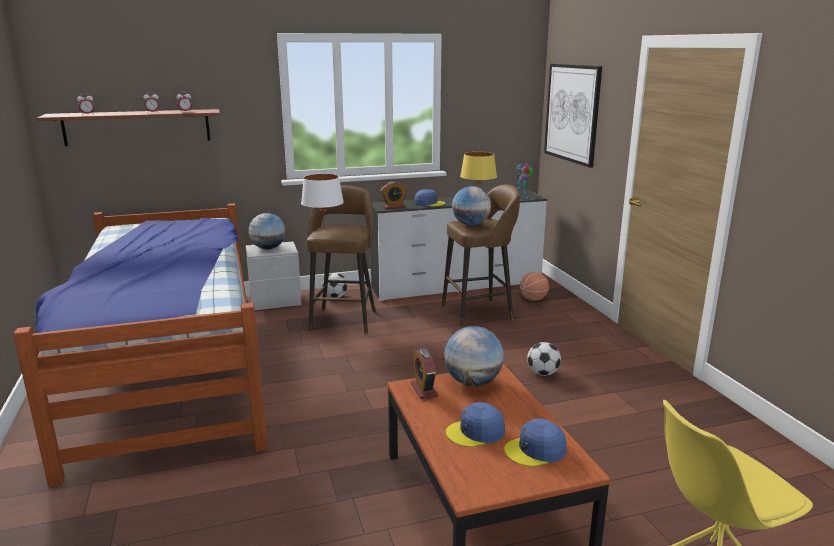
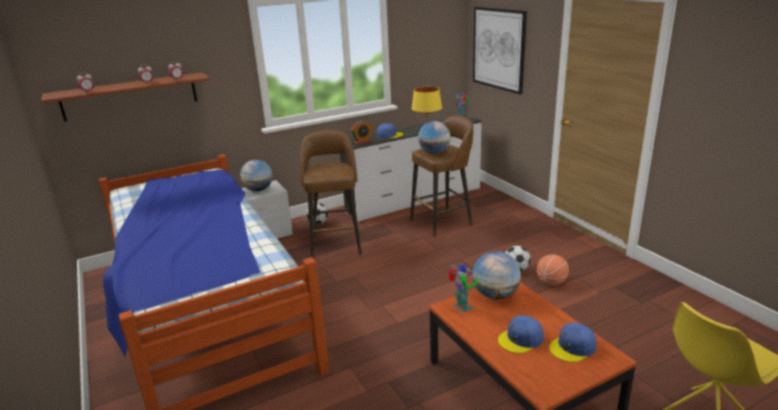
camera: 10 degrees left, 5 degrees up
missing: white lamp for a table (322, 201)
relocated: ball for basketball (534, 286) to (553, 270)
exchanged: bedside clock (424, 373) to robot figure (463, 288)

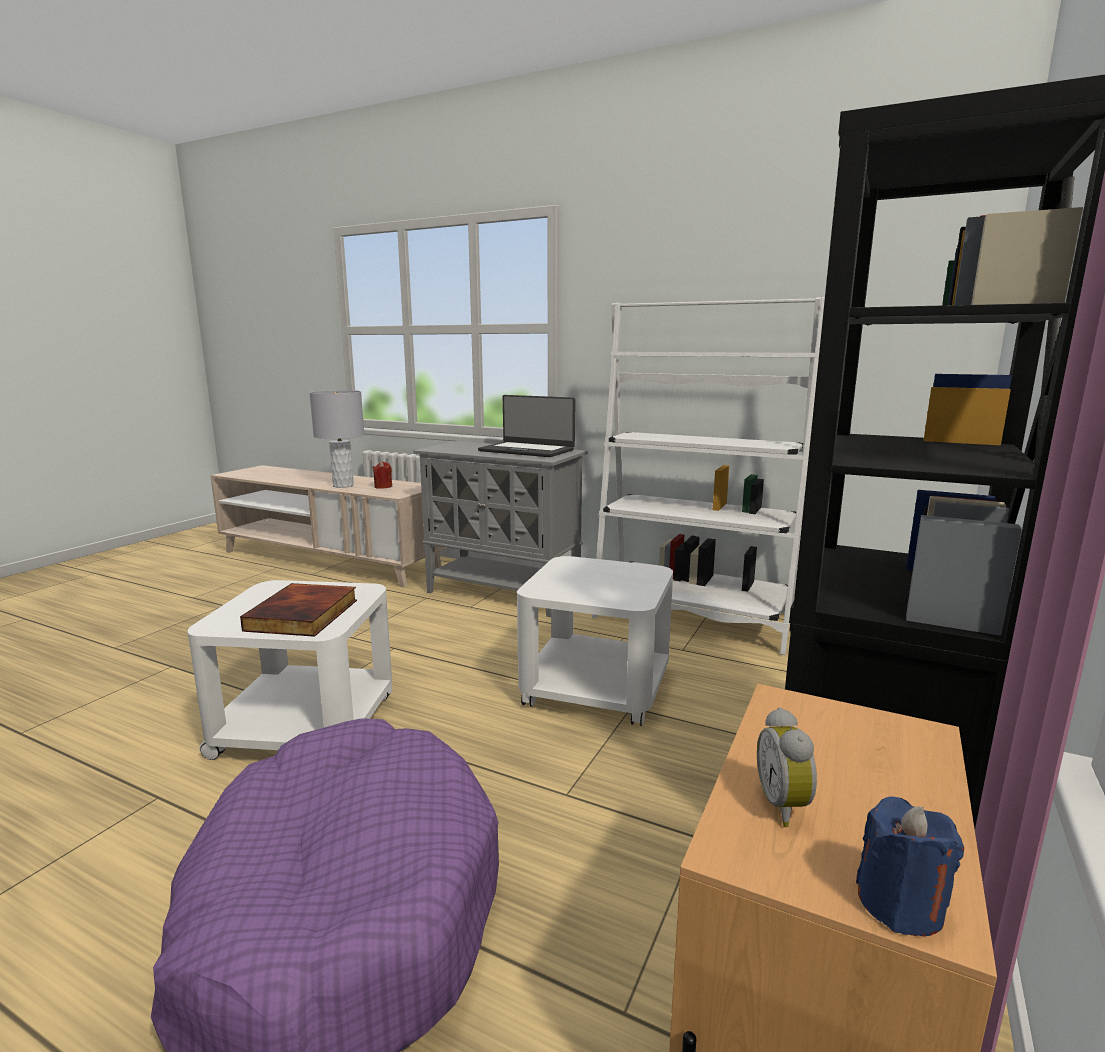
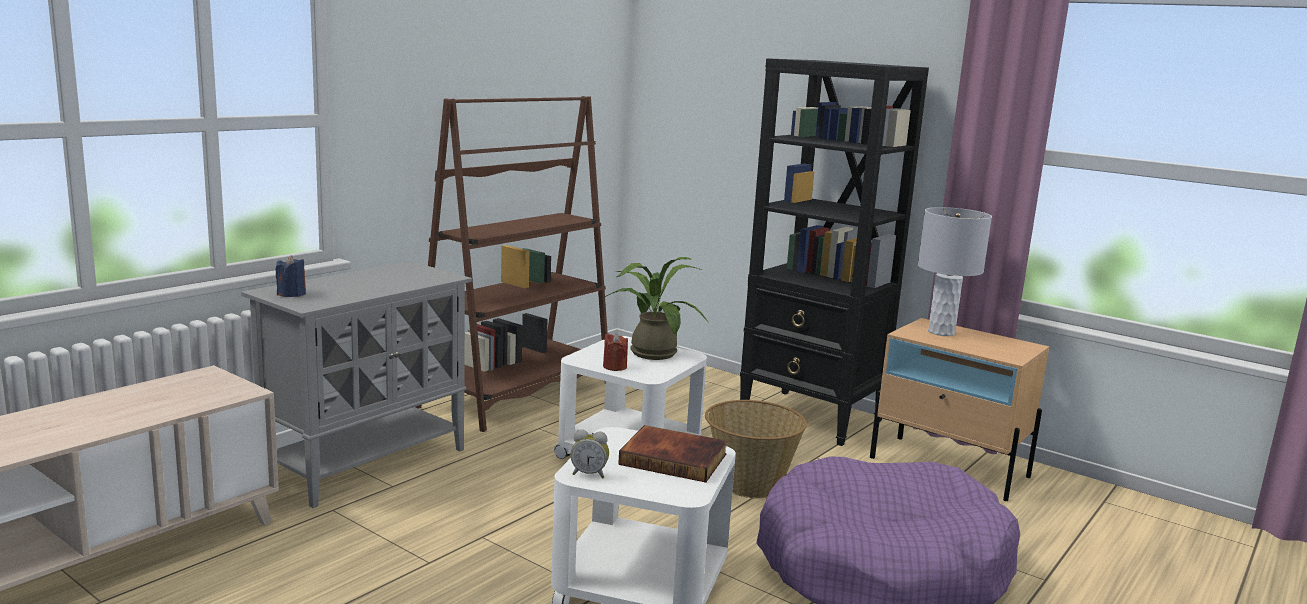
camera: 80 degrees left, 0 degrees up
missing: notebook computer (526, 426)
appeared: potted plant (656, 308); storage basket (756, 449)
relocated: grey lamp for a table (336, 439) to (955, 271); reddish candle (382, 475) to (615, 352); bedside clock (787, 767) to (589, 453); blue-coloured candle (910, 867) to (291, 276)
colour: white bookshelf (708, 476) to brown bookshelf (512, 264)

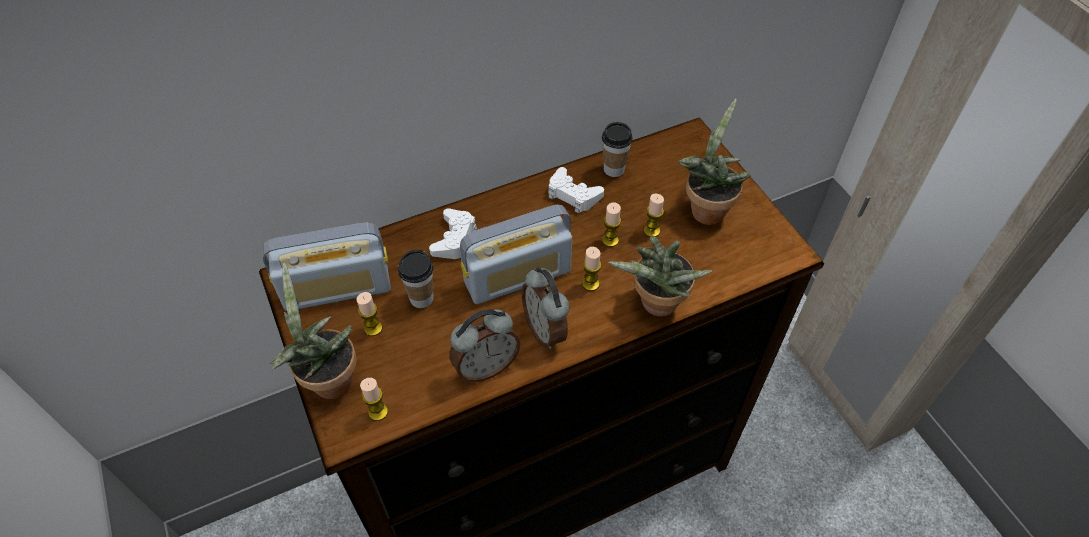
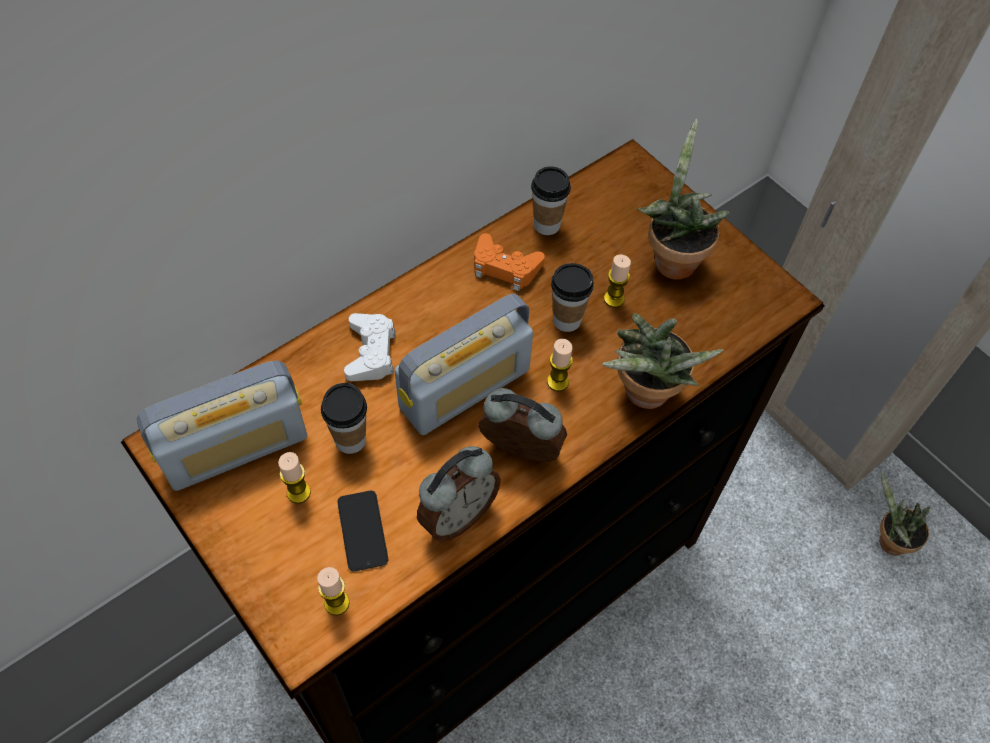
camera: 15 degrees left, 5 degrees up
appeared: handset (362, 531)
relocated: potted plant (313, 331) to (905, 513)
exchanged: candle (611, 225) to cup (572, 297)
colour: white joypad (576, 190) to orange joypad (509, 262)
spun: bedside clock (545, 308) = (522, 425) 150 degrees clockwise

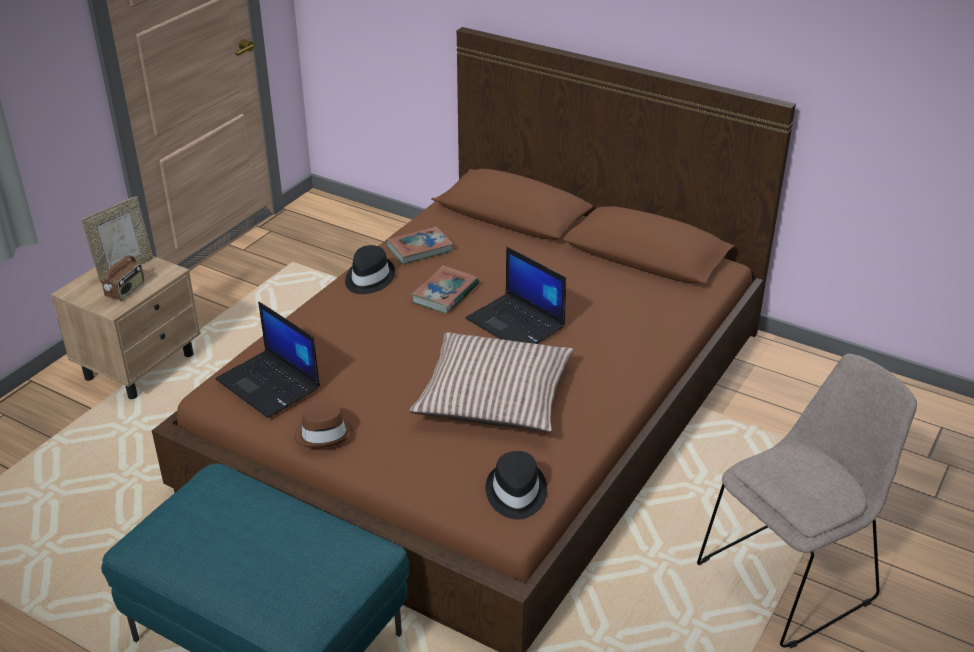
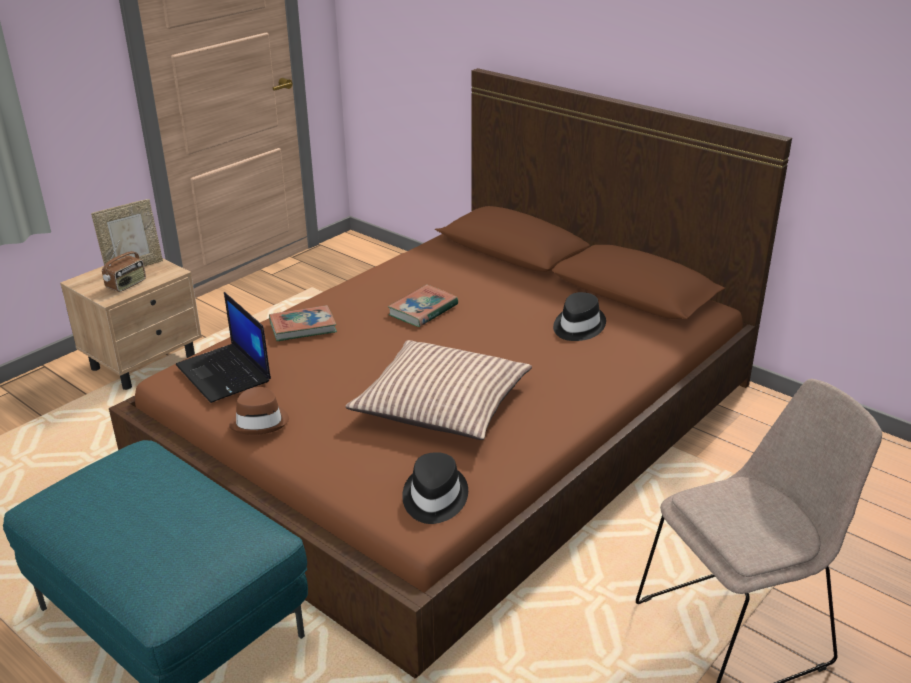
camera: 10 degrees right, 5 degrees down
missing: notebook computer (516, 295)
relocated: volume (419, 245) to (303, 323); blackish hat (370, 269) to (579, 316)

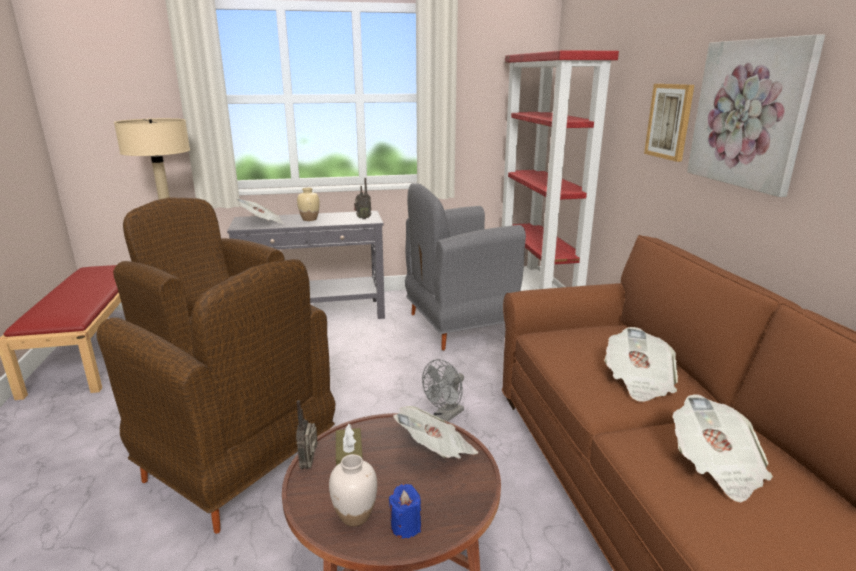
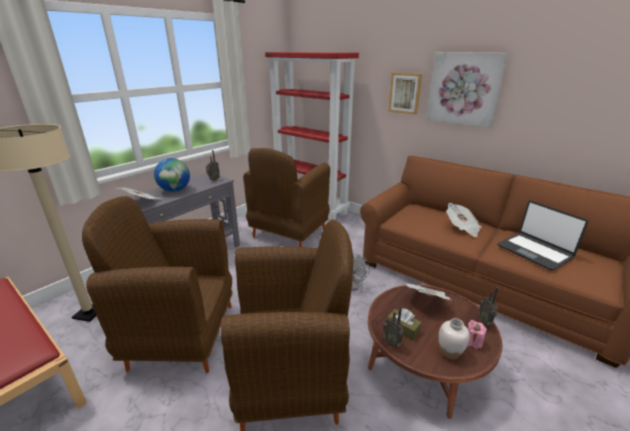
camera: 40 degrees left, 5 degrees up
appeared: radio (488, 306)
exchanged: beige vase (308, 204) to desk globe (172, 175); daily paper (722, 448) to notebook computer (543, 235)
colour: grey armchair (465, 266) to brown armchair (286, 197); blue-coloured candle (405, 511) to pink-coloured candle (477, 334)

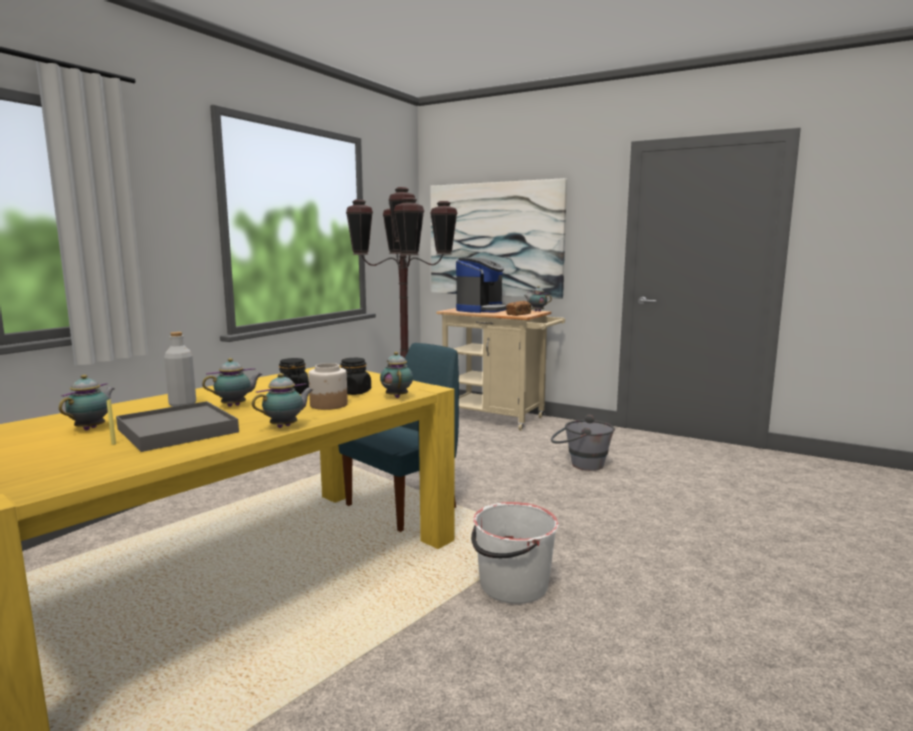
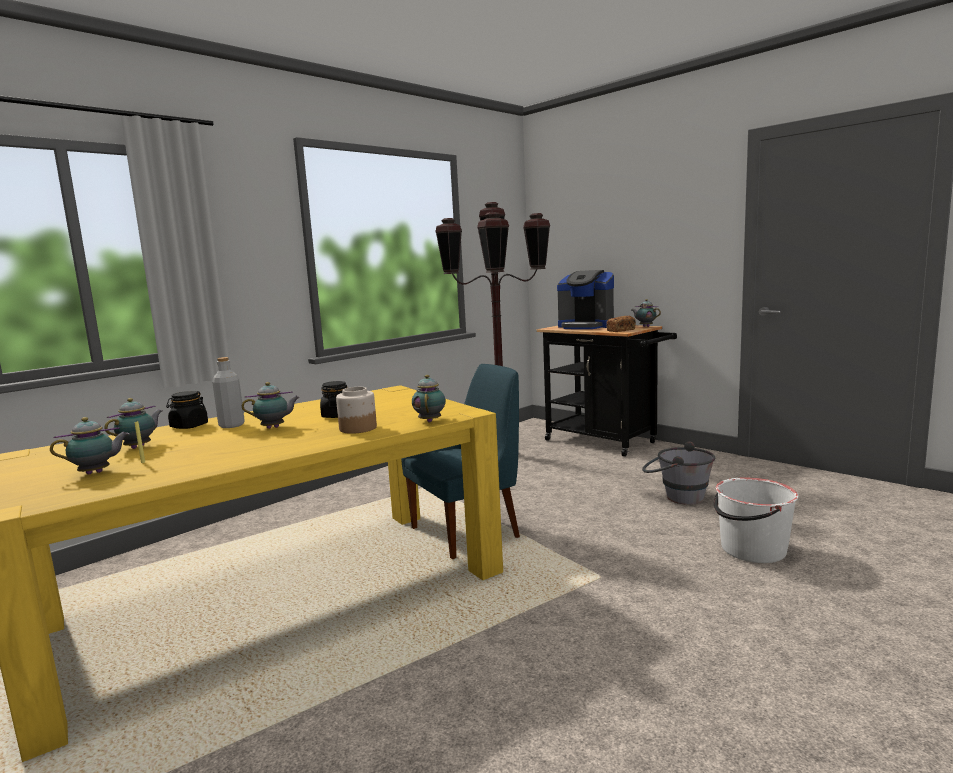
camera: 15 degrees right, 0 degrees up
missing: wall art (499, 238); grey tray (177, 426)
relocated: blackish storage jar (355, 376) to (187, 410); teapot (282, 400) to (89, 445); white water bucket (515, 553) to (756, 520)
colour: beige trolley (500, 369) to blackish trolley (606, 391)
spun: coffee maker (481, 285) = (585, 299) 75 degrees clockwise

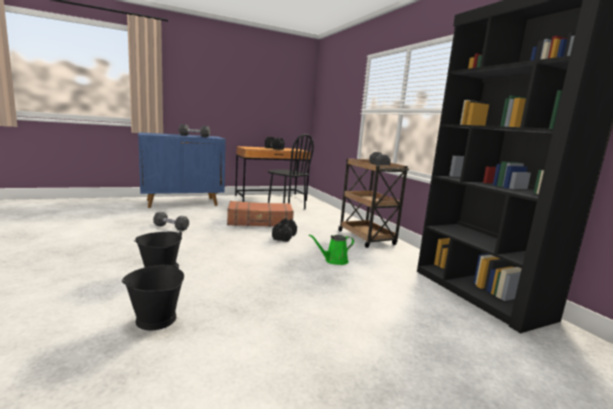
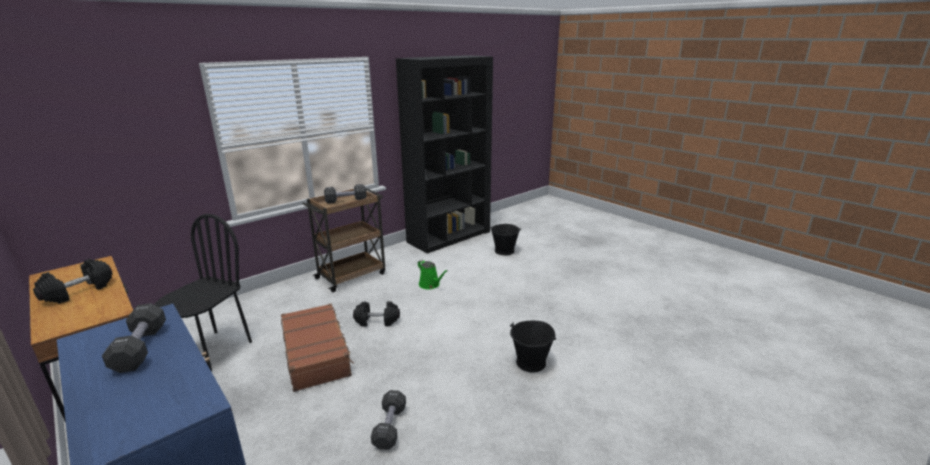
camera: 105 degrees left, 10 degrees up
relocated: blackish water bucket (153, 296) to (505, 239)

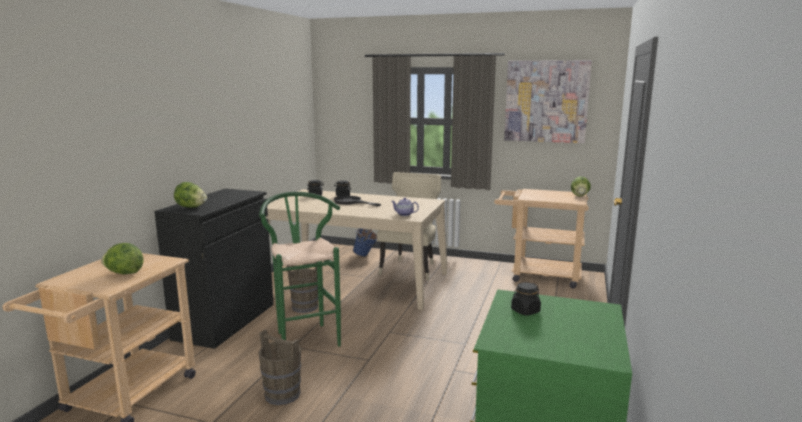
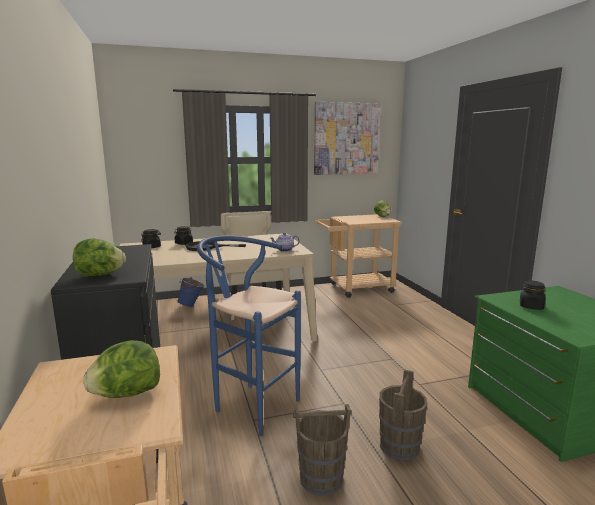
camera: 35 degrees left, 0 degrees up
relocated: brown water bucket (302, 287) to (403, 414)
colour: green sitting stool (300, 269) to blue-coloured sitting stool (249, 336)

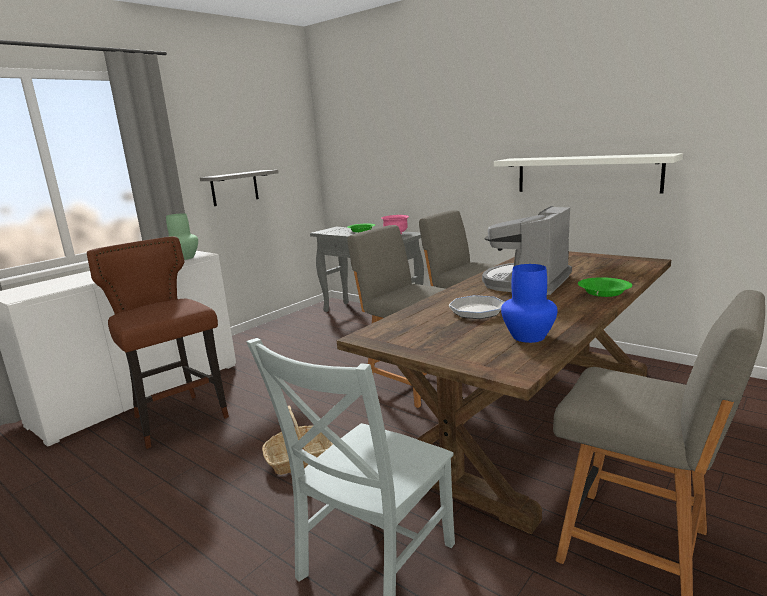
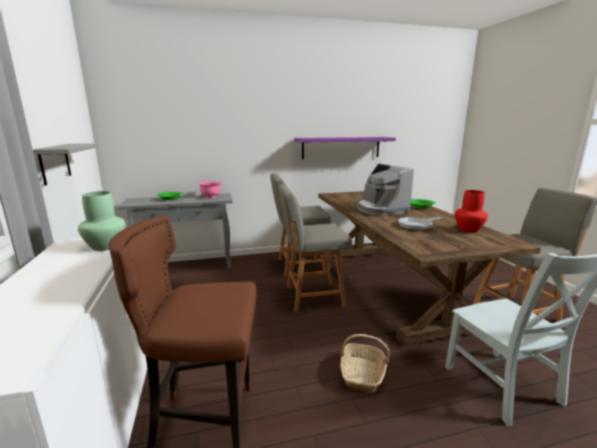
camera: 55 degrees left, 0 degrees up
colour: white shelf (588, 173) to purplish shelf (345, 148); blue-coloured vase (529, 303) to reddish vase (471, 211)

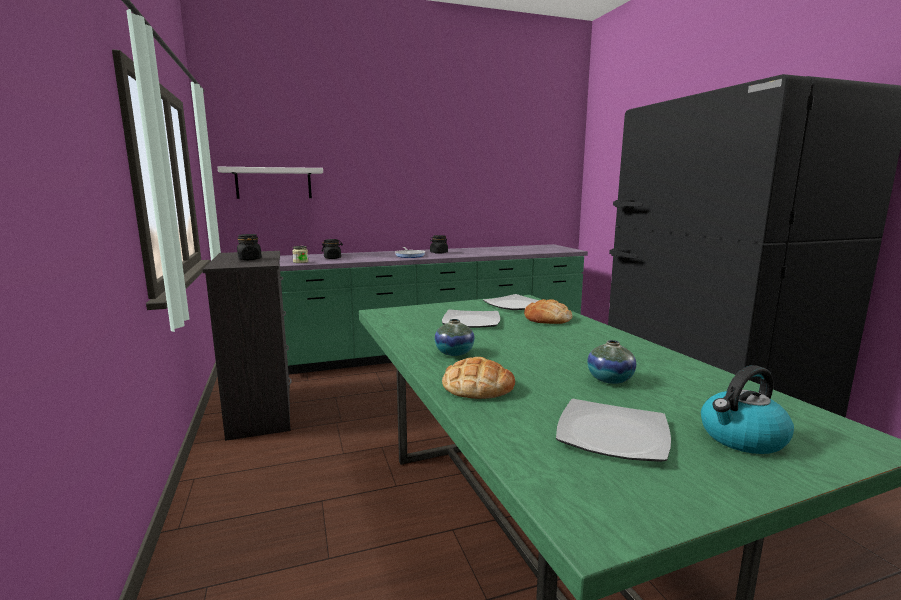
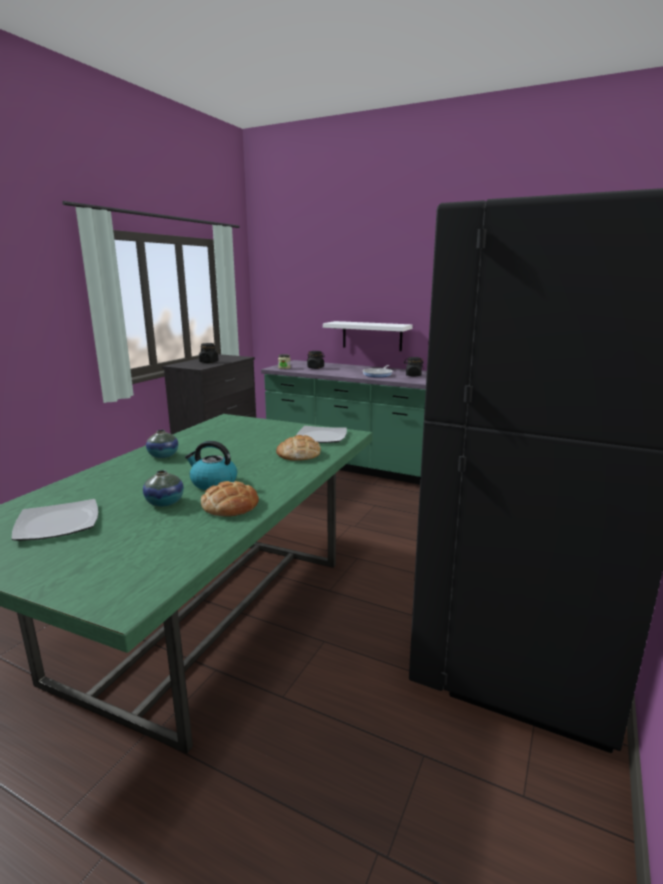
camera: 45 degrees right, 5 degrees up
missing: flat dish (471, 318)
relocated: white shelf (270, 183) to (368, 336); bread (478, 378) to (230, 498); tea kettle (747, 409) to (211, 465)

